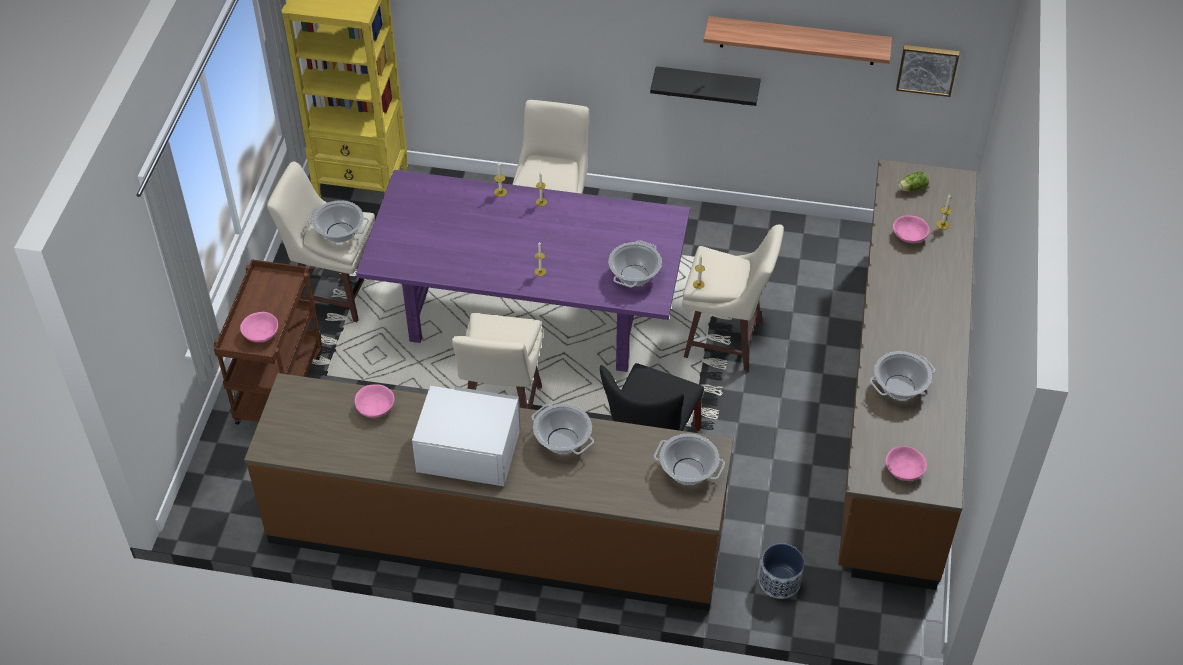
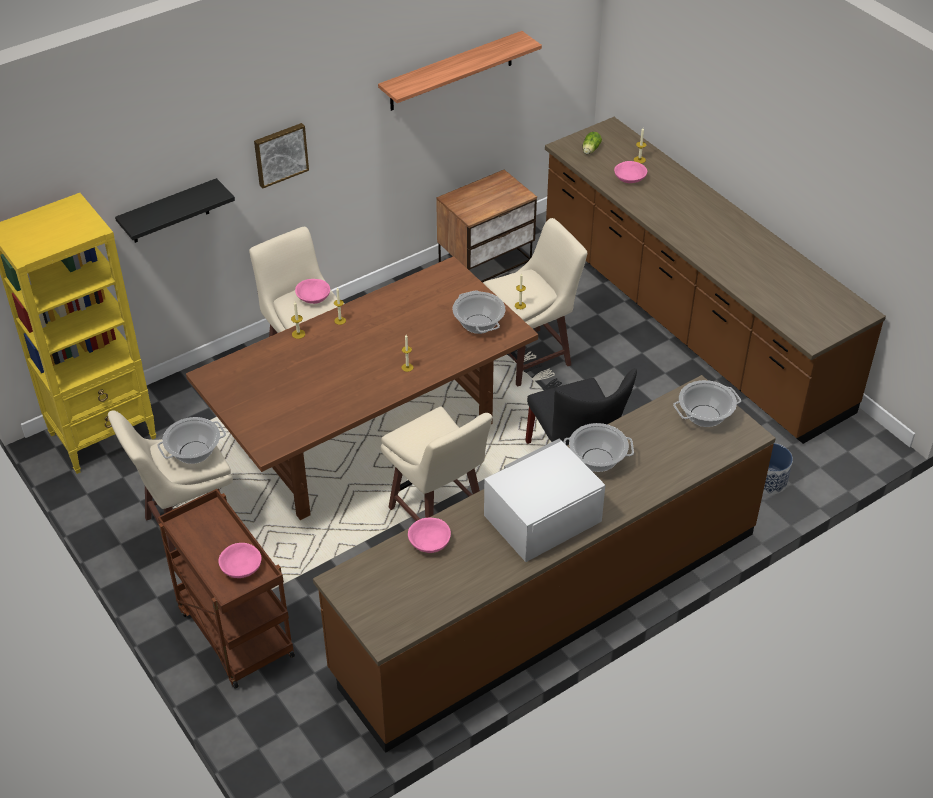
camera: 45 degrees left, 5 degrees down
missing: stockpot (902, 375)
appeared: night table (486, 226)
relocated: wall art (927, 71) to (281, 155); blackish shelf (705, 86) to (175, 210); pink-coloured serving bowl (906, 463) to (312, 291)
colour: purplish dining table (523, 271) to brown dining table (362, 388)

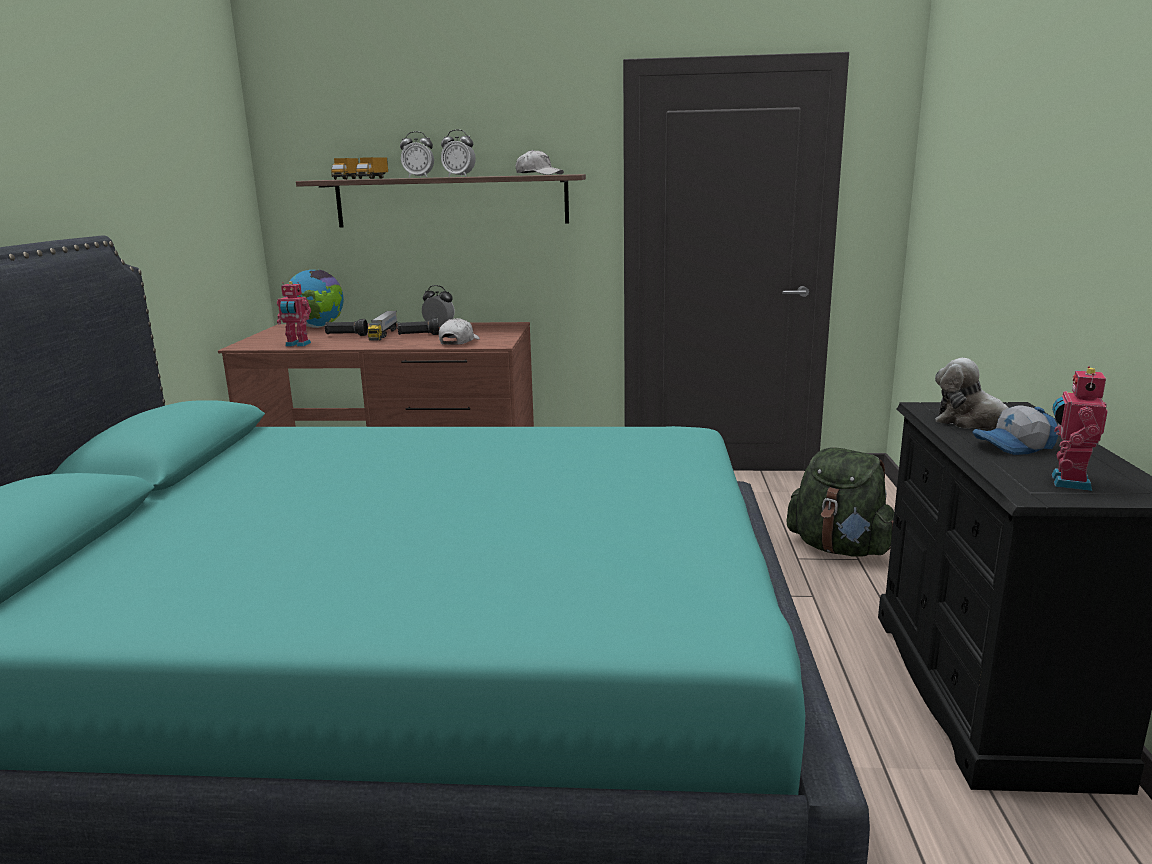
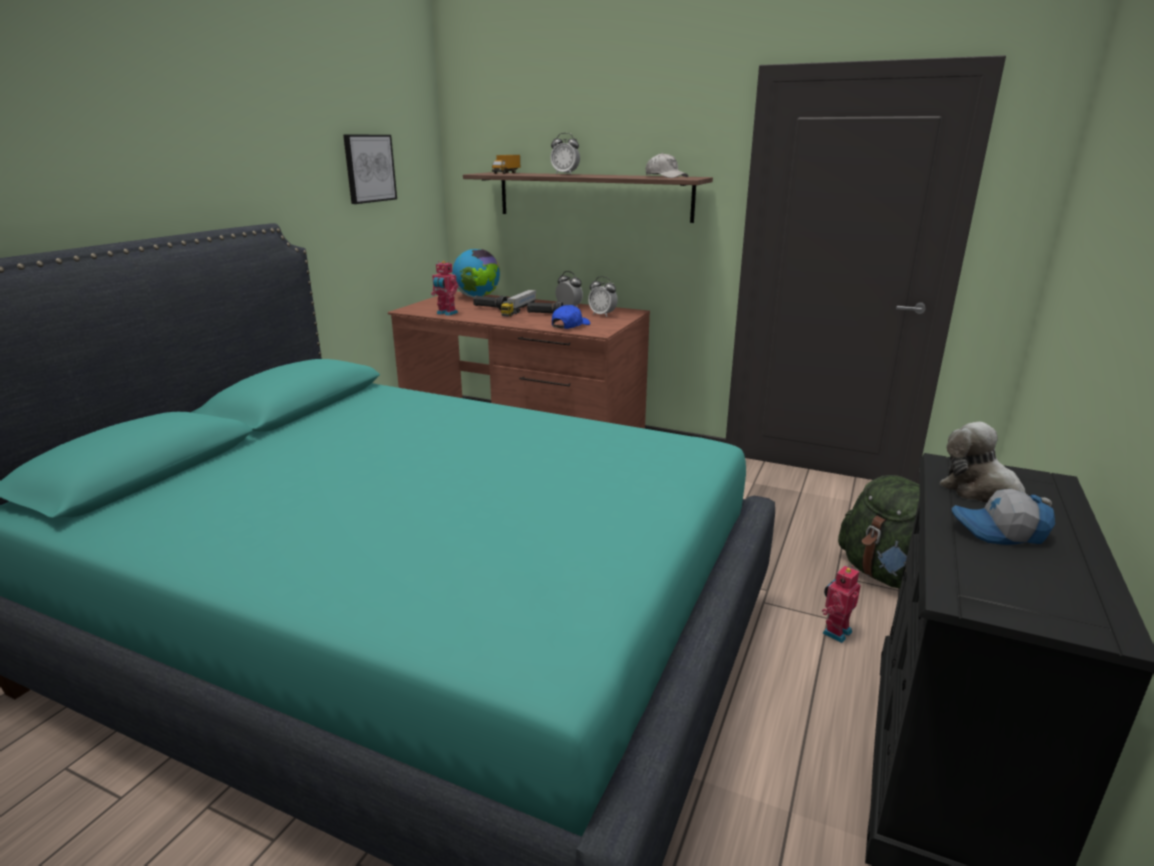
camera: 20 degrees right, 5 degrees up
missing: model truck (372, 168)
appeared: wall art (370, 169)
relocated: bedside clock (458, 153) to (603, 296); robot figure (1080, 428) to (841, 604)
colour: white peaked cap (459, 331) to blue-coloured peaked cap (571, 317)

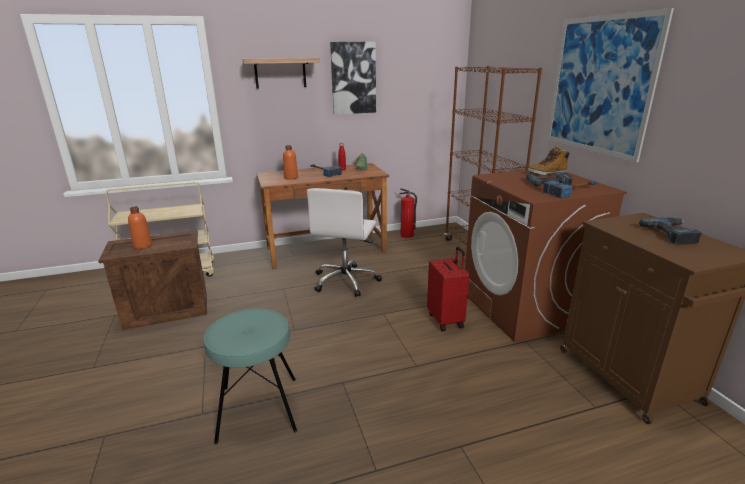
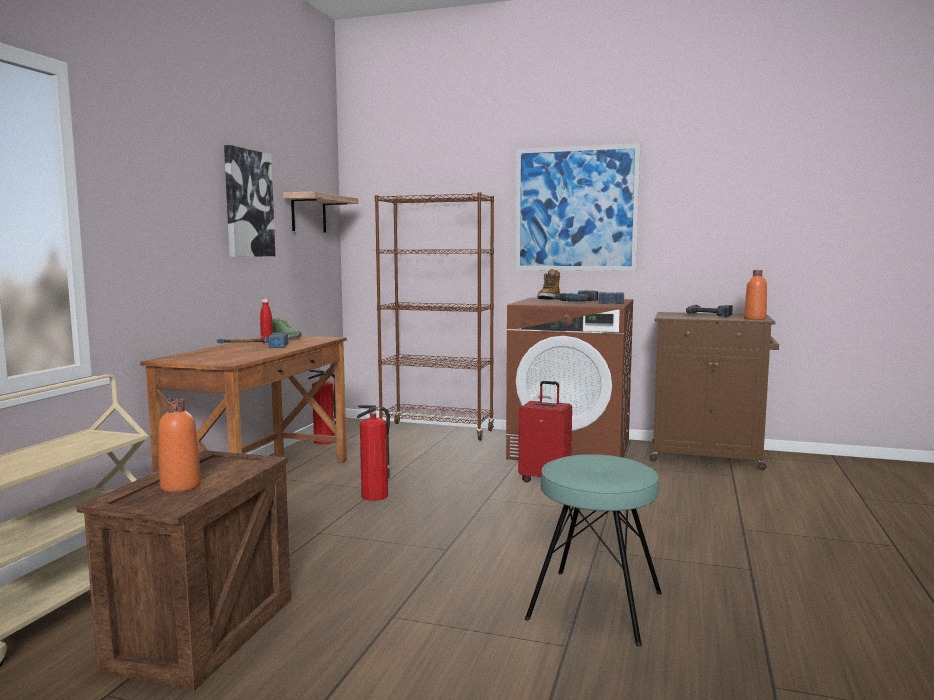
camera: 55 degrees left, 15 degrees down
relocated: shelf (281, 73) to (321, 212); orange beverage bottle (290, 162) to (755, 295)
exchanged: white office chair (344, 242) to extinguisher (373, 453)

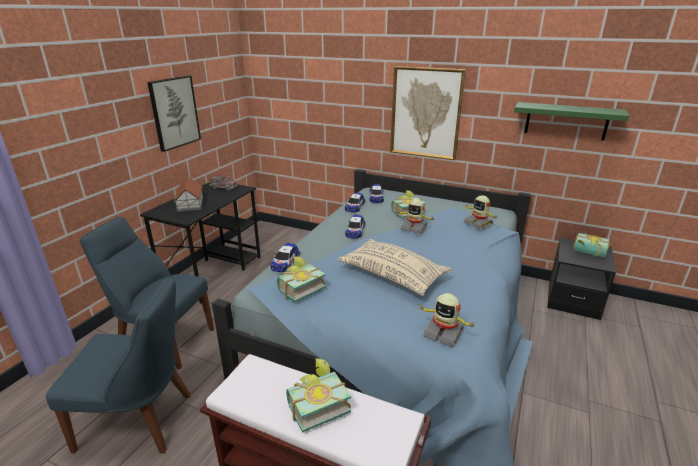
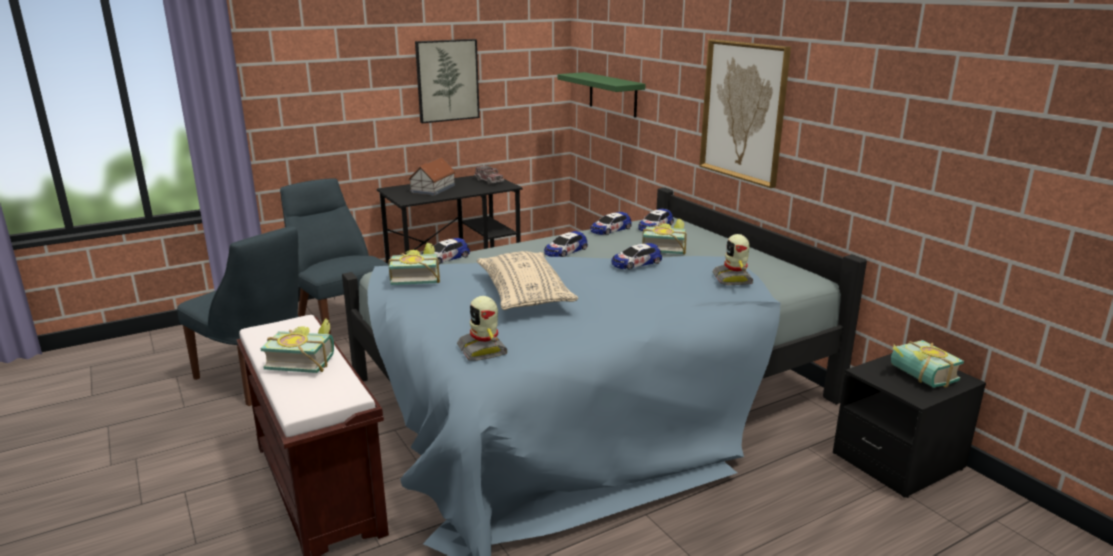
camera: 35 degrees right, 5 degrees down
relocated: green shelf (571, 121) to (601, 95)
exchanged: robot figure (416, 216) to model car (637, 256)

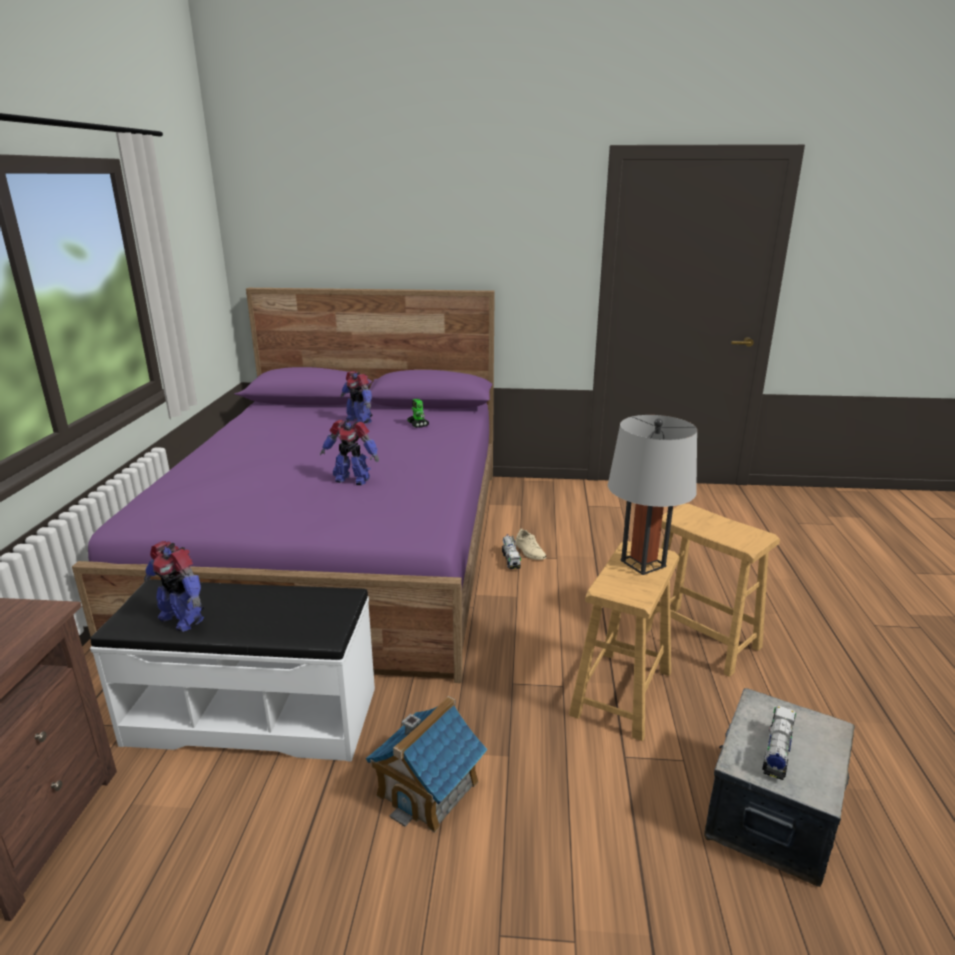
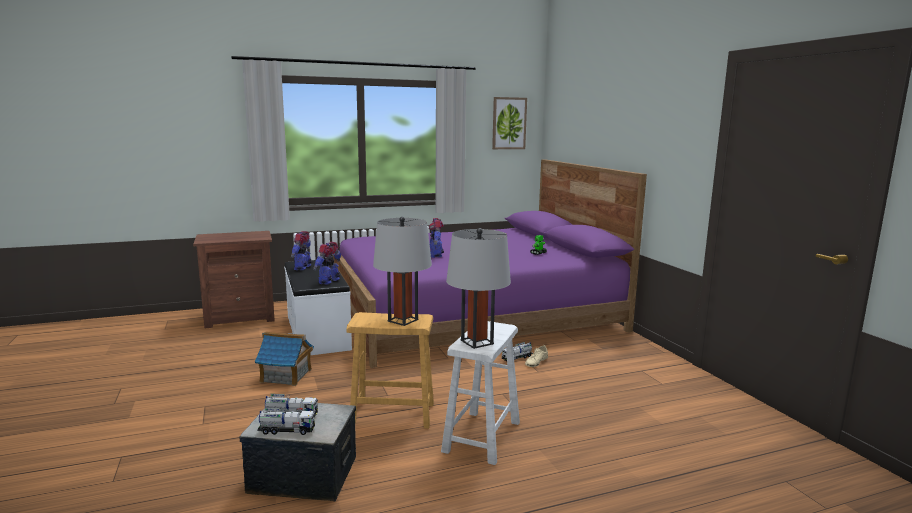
camera: 65 degrees right, 10 degrees down
appeared: wall art (509, 123); grey lamp for a table (478, 288); model truck (286, 421)
relocated: robot figure (356, 397) to (327, 263)
colour: brown sitting stool (713, 590) to white sitting stool (480, 393)

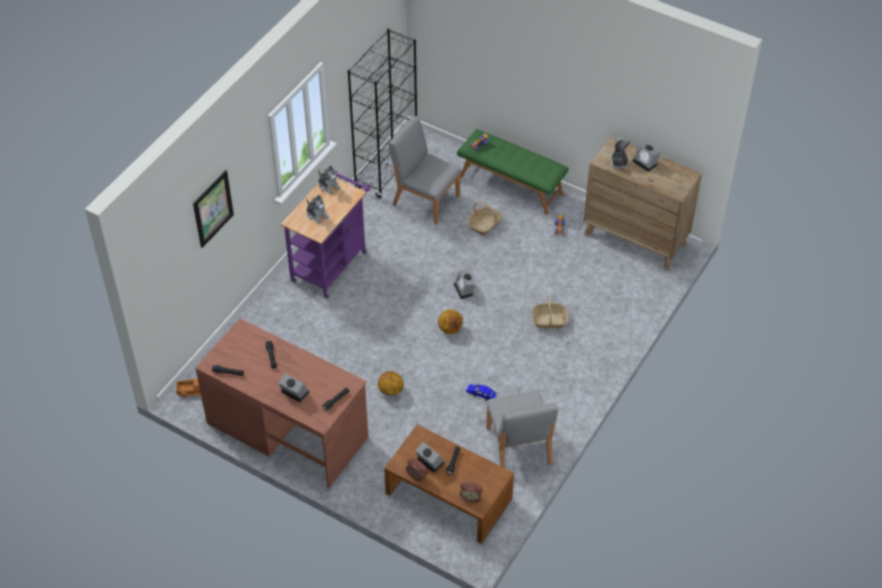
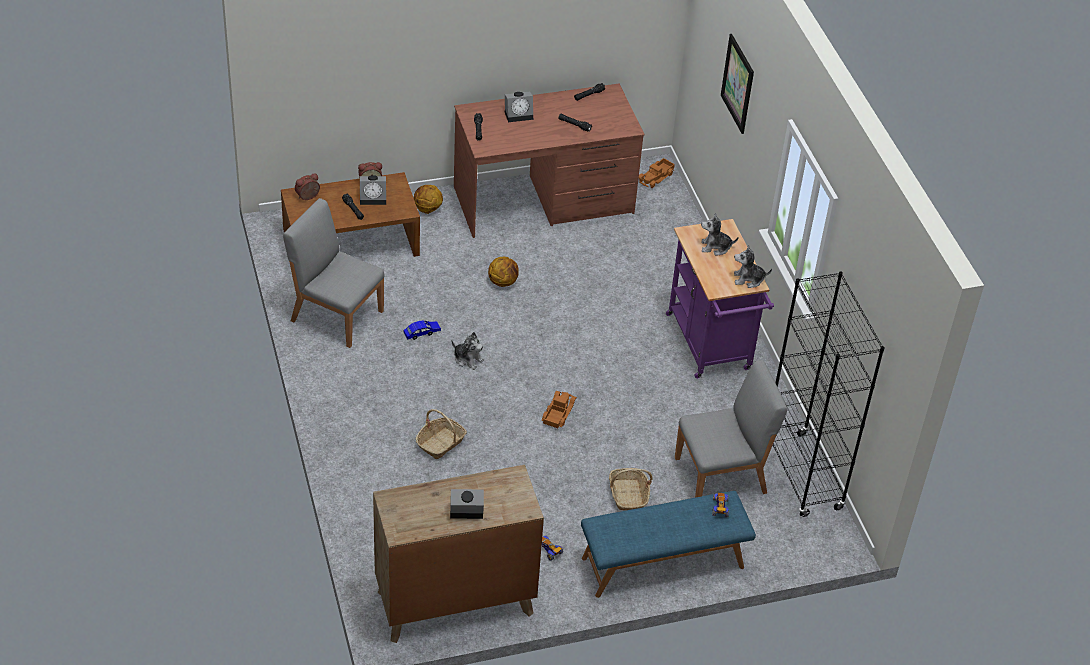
camera: 130 degrees right, 5 degrees down
relocated: cuddly toy (620, 153) to (467, 351); ball for basketball (450, 321) to (428, 199)
exchanged: bedside clock (465, 284) to model truck (559, 409)
colour: green long seat (512, 172) to blue-coloured long seat (668, 544)

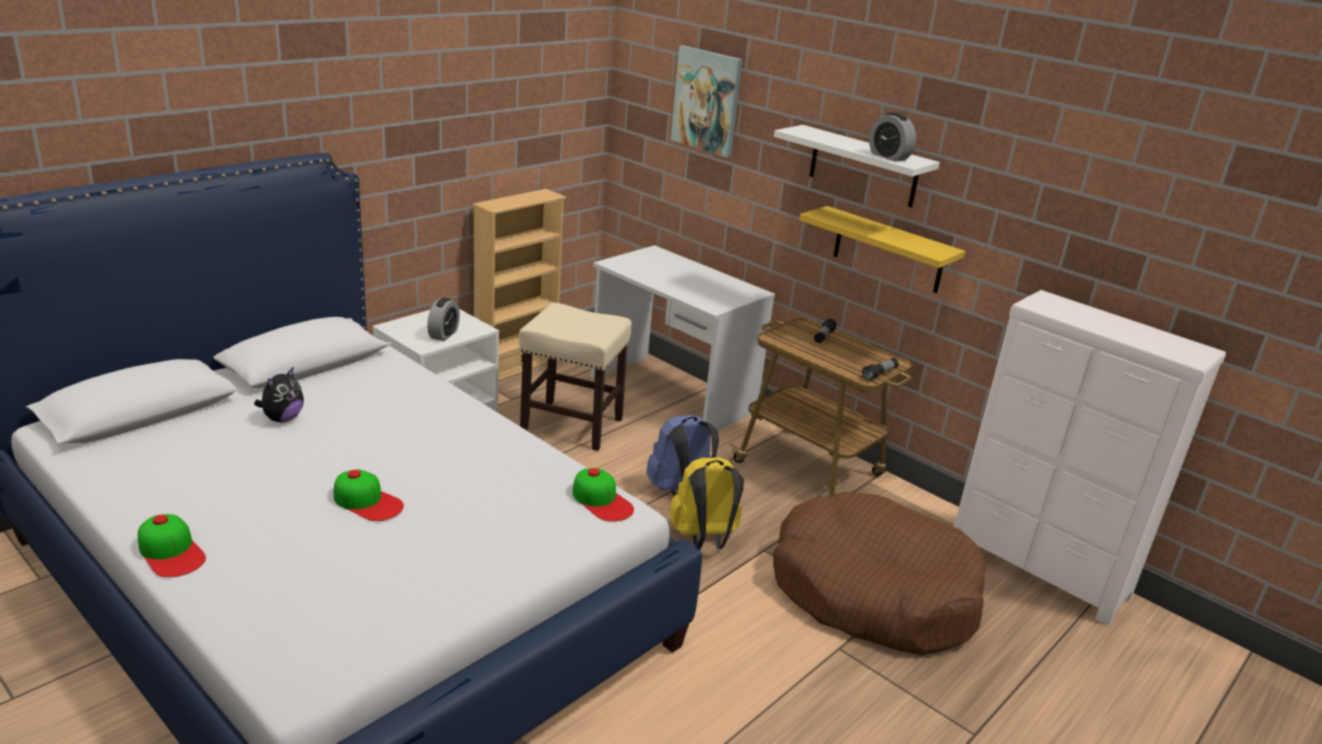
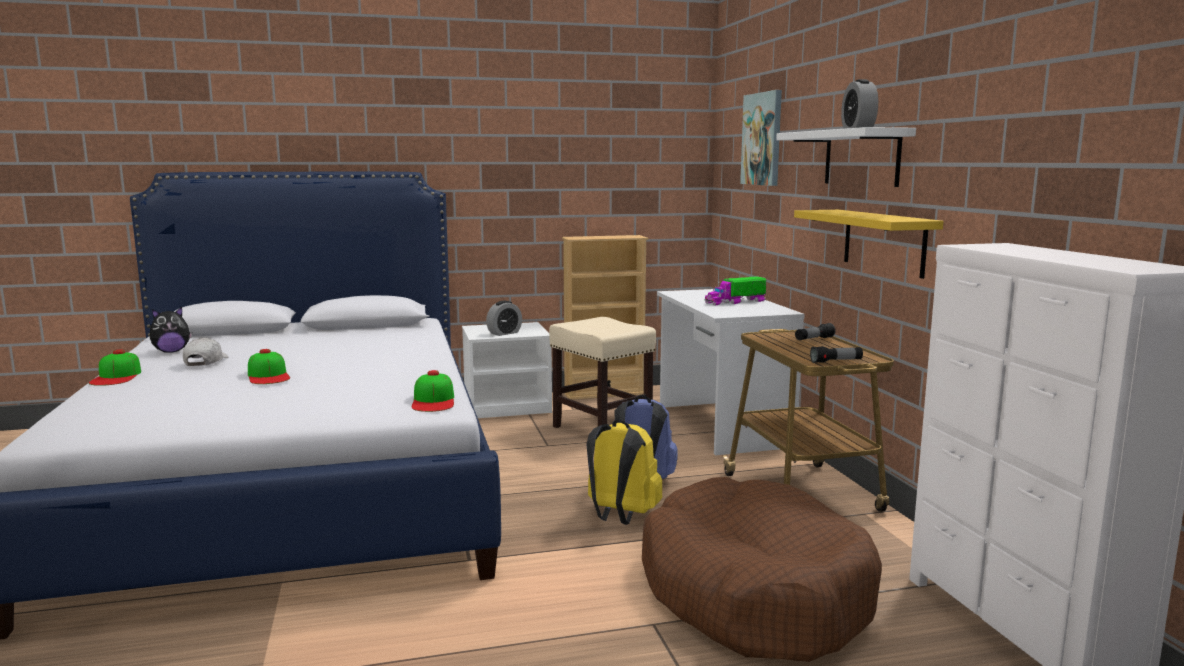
camera: 35 degrees right, 15 degrees down
appeared: model truck (735, 291); white peaked cap (206, 352)
relocated: cuddly toy (279, 395) to (171, 330)

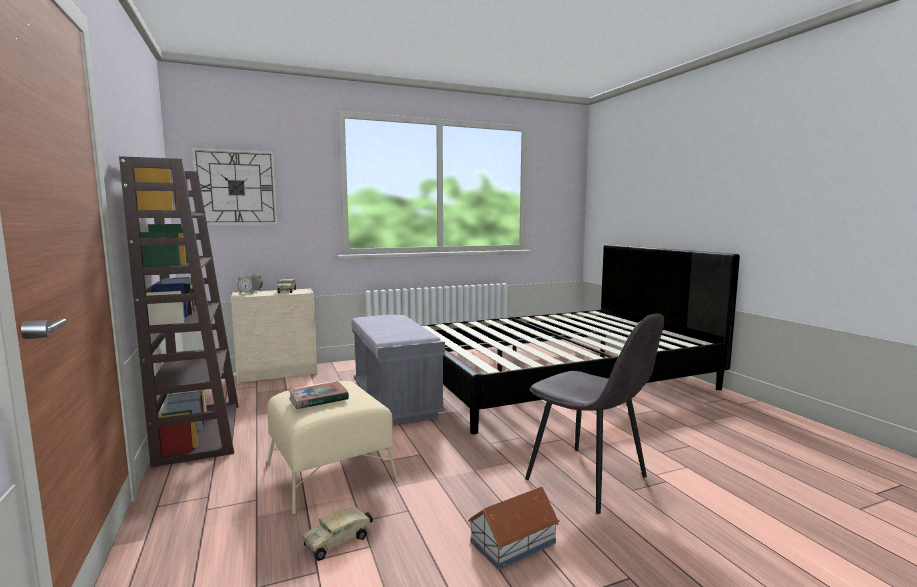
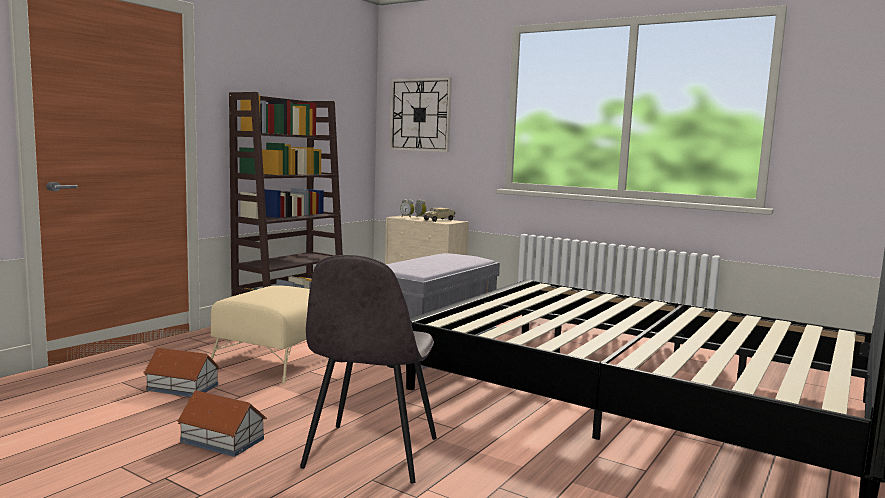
camera: 55 degrees right, 0 degrees up
missing: volume (319, 395)
exchanged: model truck (337, 534) to miniature house (181, 372)

